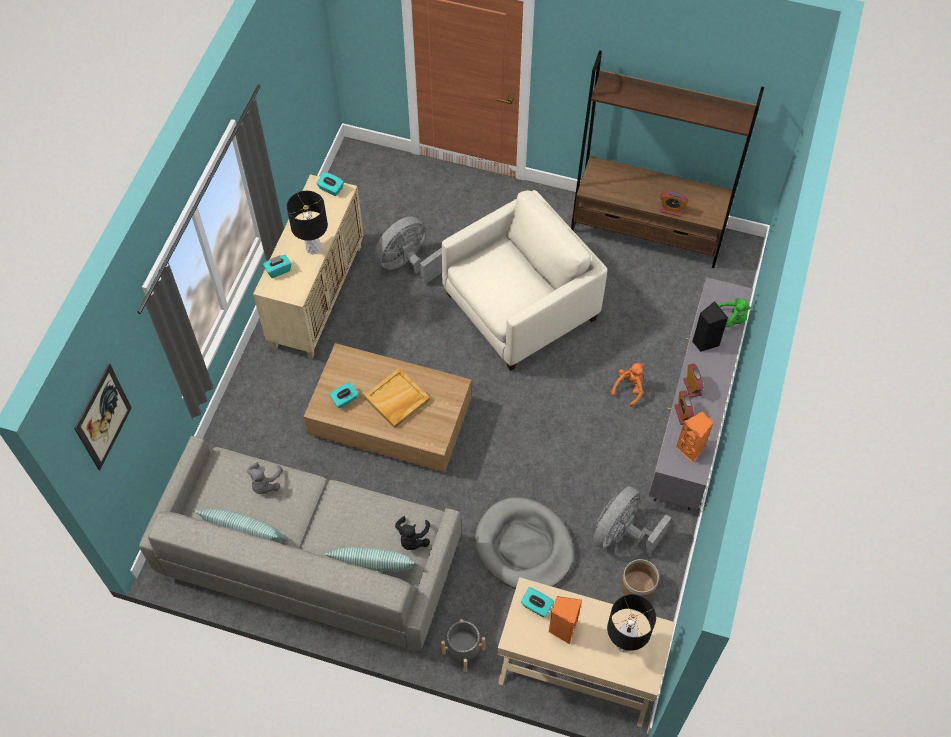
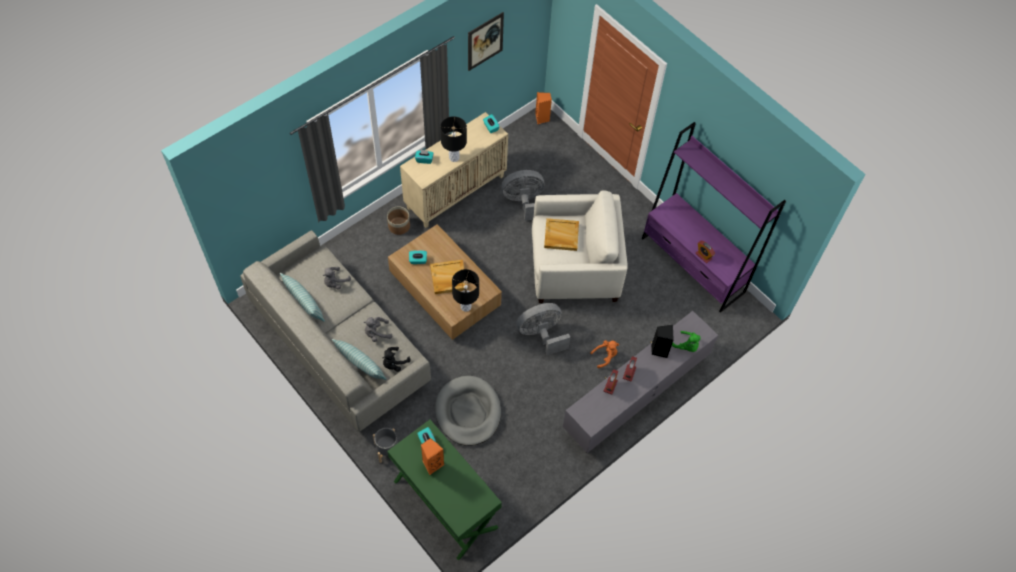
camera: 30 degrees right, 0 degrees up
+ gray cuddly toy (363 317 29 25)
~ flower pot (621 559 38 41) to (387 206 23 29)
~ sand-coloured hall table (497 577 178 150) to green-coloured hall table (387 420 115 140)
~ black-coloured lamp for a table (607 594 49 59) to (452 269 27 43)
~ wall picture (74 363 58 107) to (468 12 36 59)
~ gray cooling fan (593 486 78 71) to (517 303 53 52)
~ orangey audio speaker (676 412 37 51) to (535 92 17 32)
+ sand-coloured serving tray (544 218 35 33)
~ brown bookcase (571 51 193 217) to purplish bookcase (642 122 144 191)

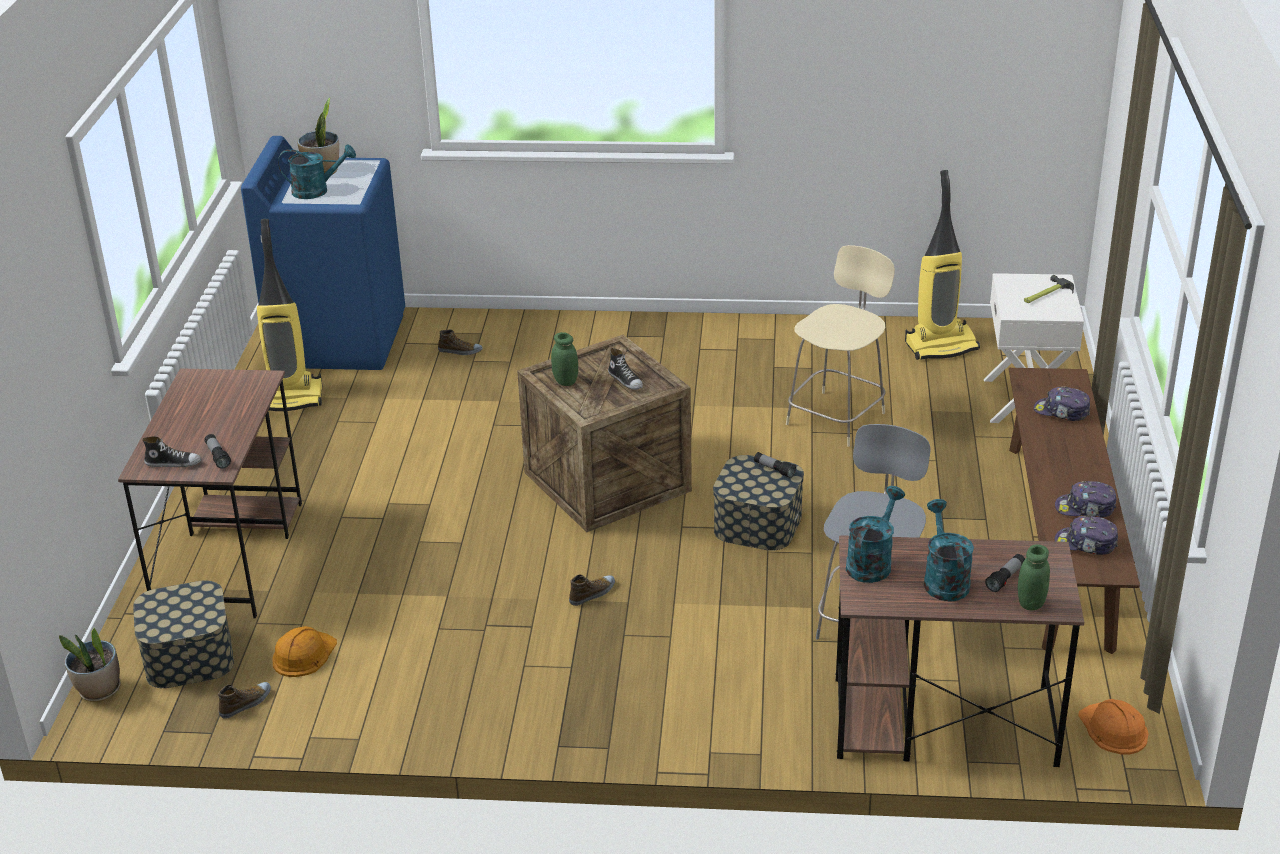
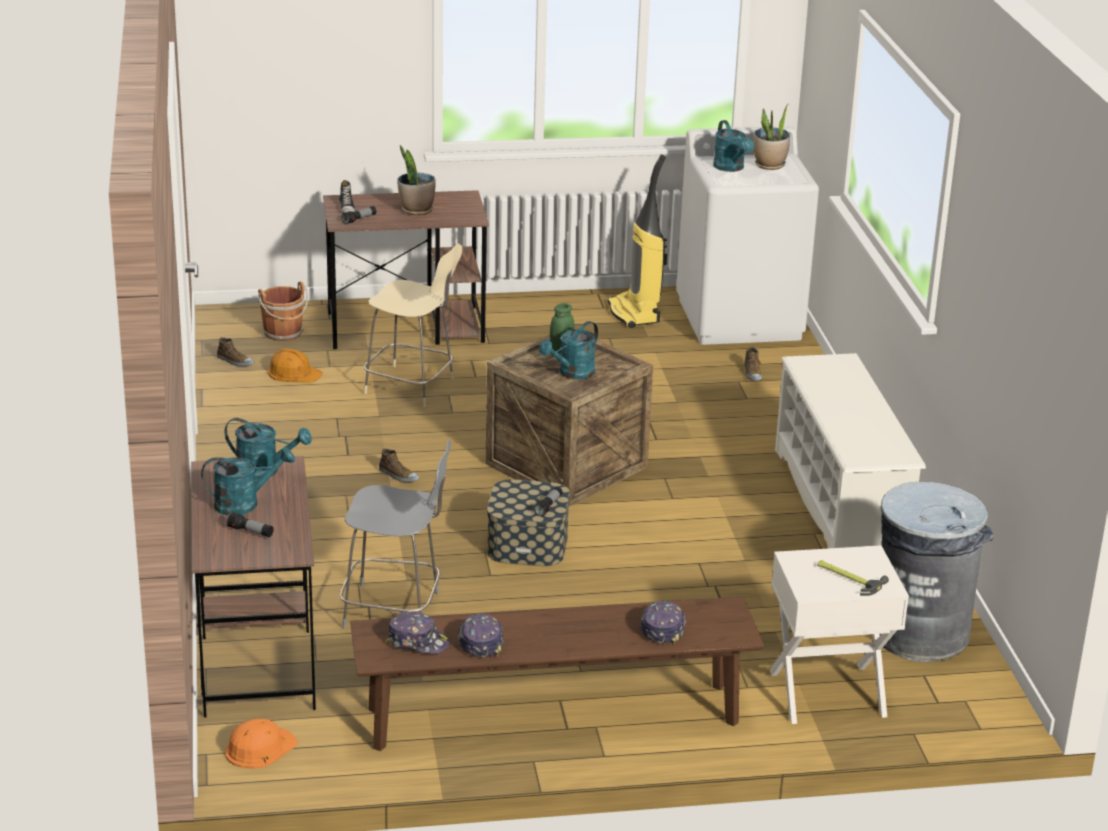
camera: 75 degrees right, 5 degrees down
~ storage box (133 580 101 108) to brown pail (258 281 50 60)
~ sand-coloured upright chair (786 245 109 202) to (364 244 98 163)
~ baseball cap (1055 516 63 39) = (387 612 62 42) 105 degrees clockwise
~ plant in a pot (59 628 62 74) to (397 145 39 70)
~ low shoe (608 348 35 42) to blue-green watering can (539 321 59 58)
~ bluish washing machine (241 136 164 234) to white washing machine (676 126 143 219)
+ white shoe shelf (775 353 151 195)
~ vacuum cleaner (905 170 75 190) to gray rubbish bin (880 482 114 180)
- green-coloured jar (1018 544 32 66)

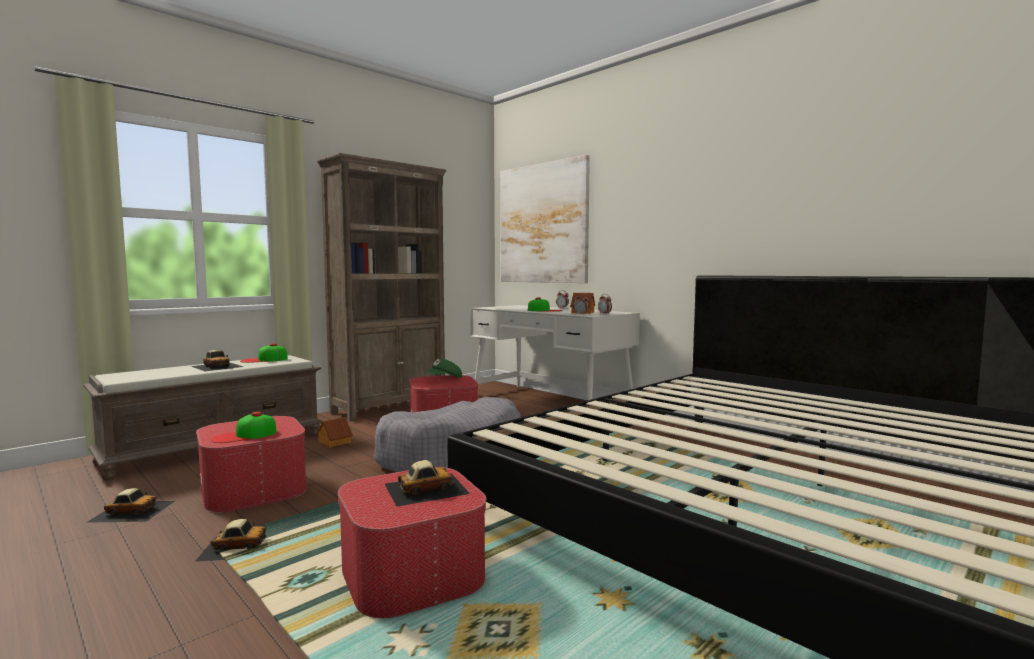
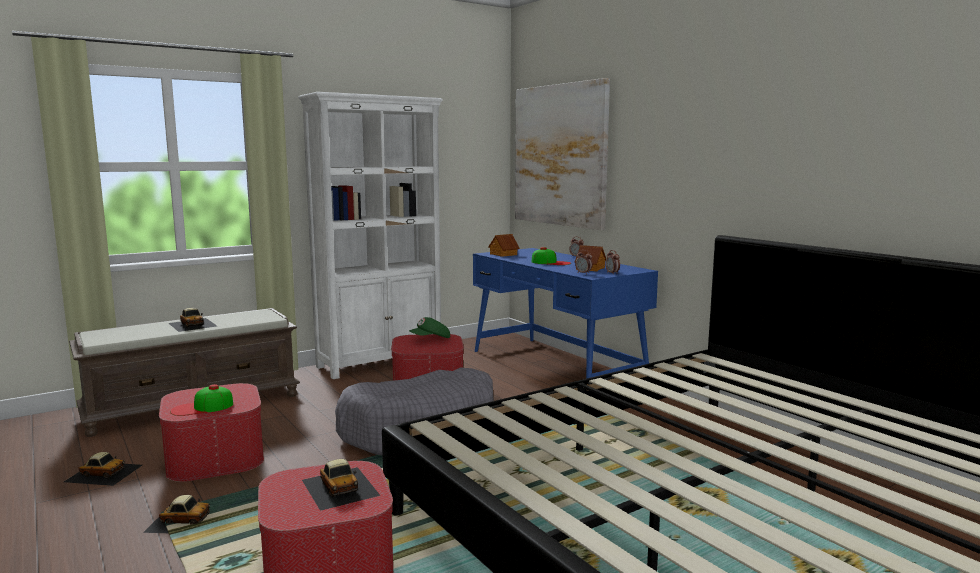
camera: 10 degrees right, 5 degrees up
~ brown bookcase (317 153 130 268) to white bookcase (298 92 145 287)
~ model car (385 460 85 47) = (302 459 79 52) 75 degrees clockwise
~ white desk table (471 305 169 95) to bluish desk table (473 248 185 131)
~ toy house (317 417 36 31) to (488 234 32 23)
- baseball cap (240 343 48 20)

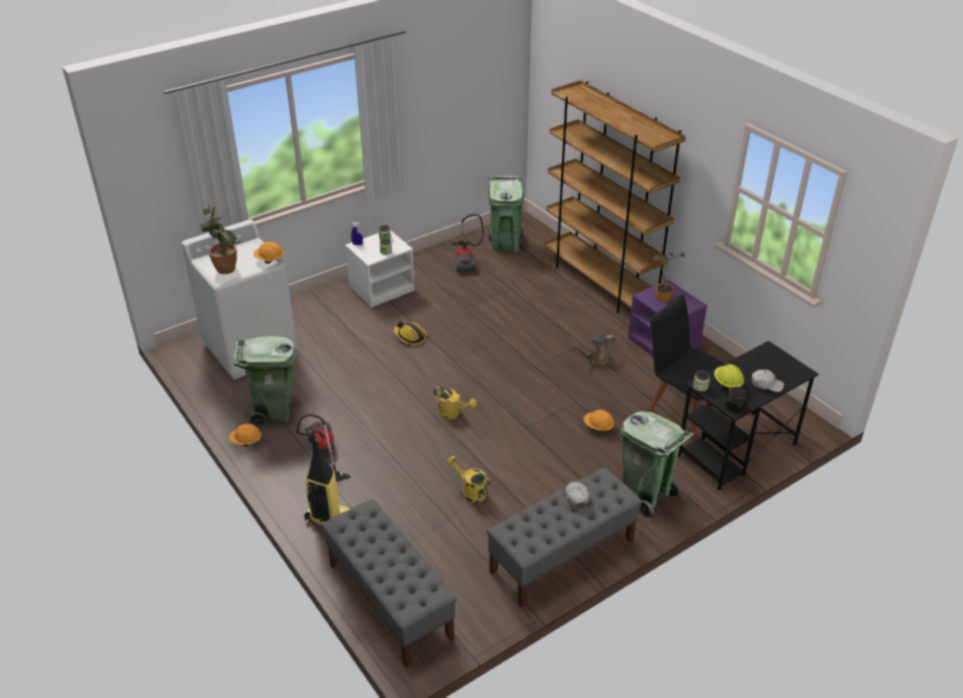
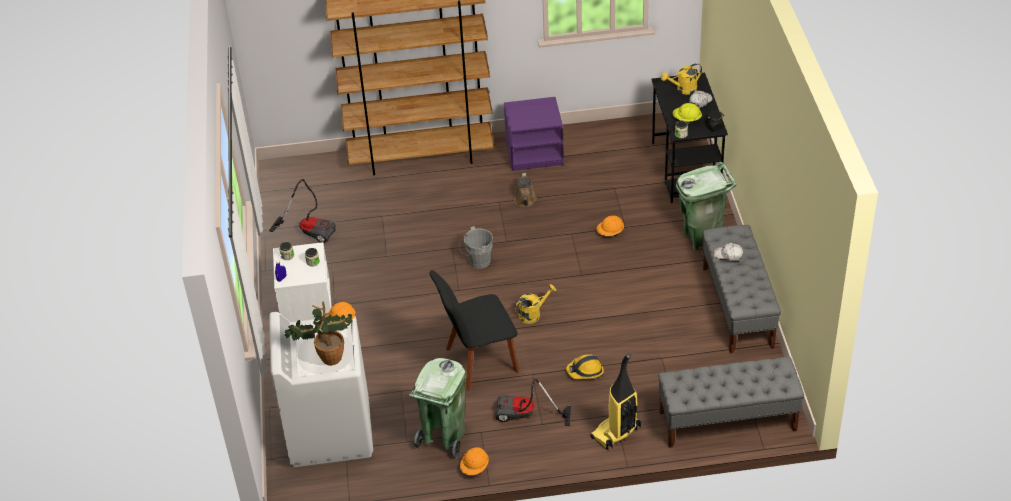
camera: 60 degrees left, 5 degrees up
~ black-coloured upright chair (647 295 77 146) to (430 270 89 120)
+ gray pail (459 226 34 43)
~ hard hat (394 321 32 24) to (566 354 38 25)
~ yellowish watering can (447 456 44 47) to (661 63 41 32)
- green-coloured rubbish bin (489 176 34 76)
- plant in a pot (652 252 33 50)

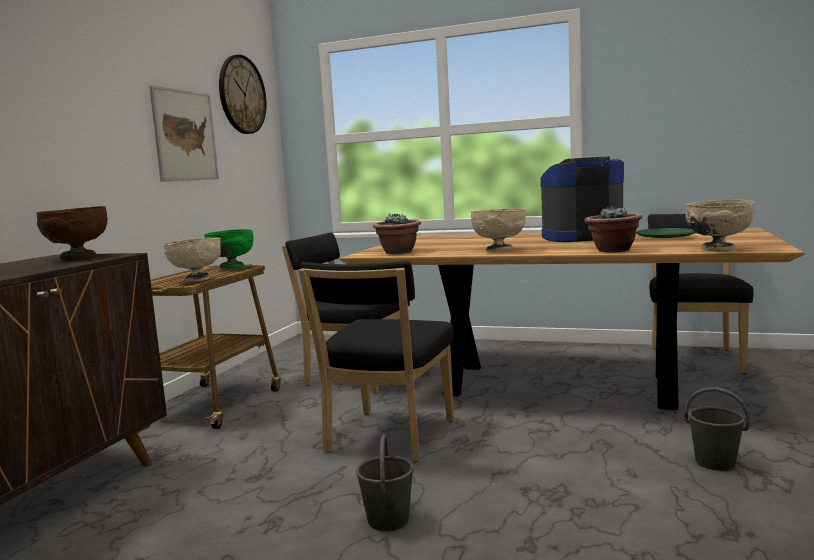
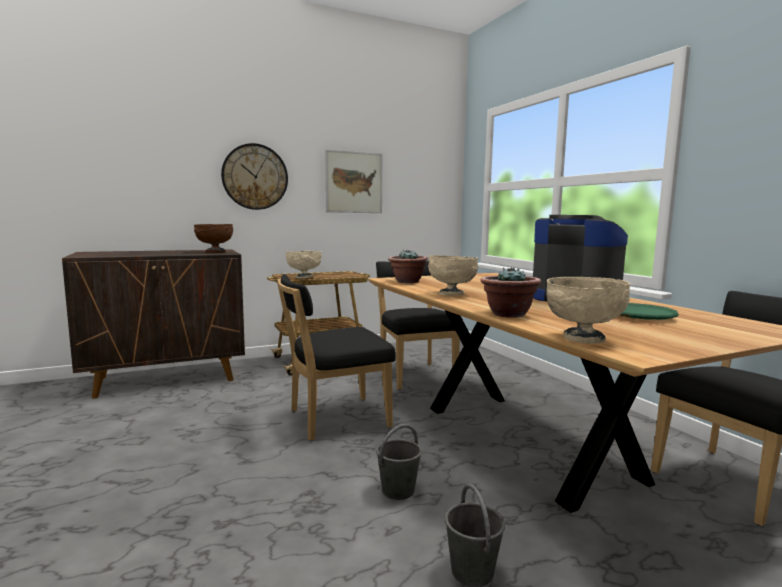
camera: 45 degrees right, 0 degrees up
~ wall clock (219 55 48 79) to (221 143 67 67)
~ gray pail (356 434 58 97) to (376 424 46 76)
- green-coloured bowl (204 229 49 40)

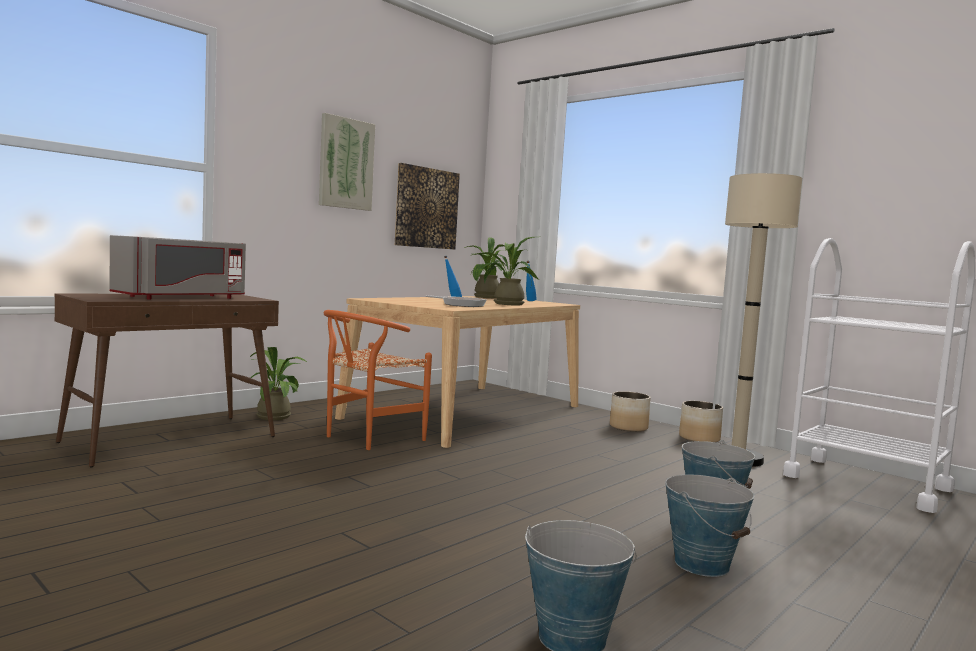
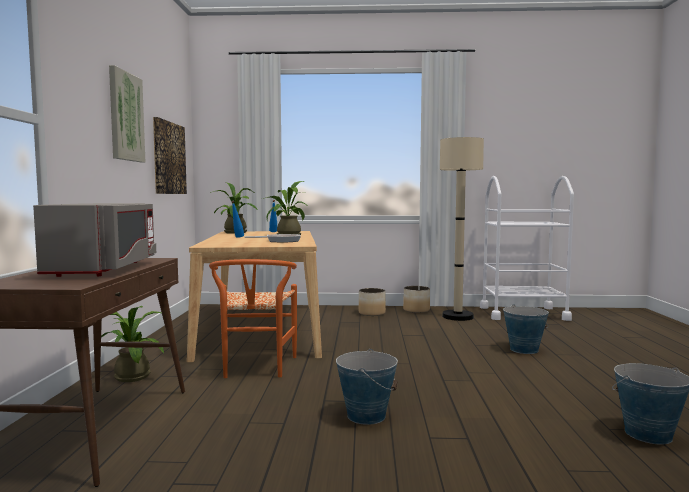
camera: 40 degrees left, 0 degrees up
~ pail (665 475 89 102) to (336 349 62 76)

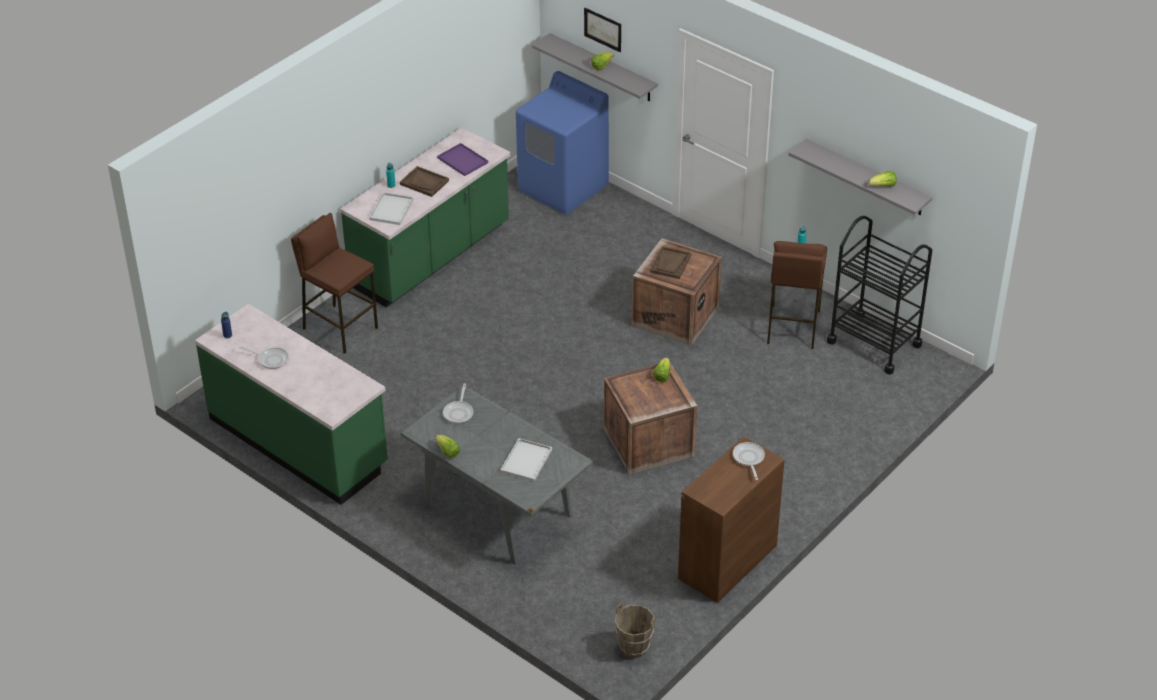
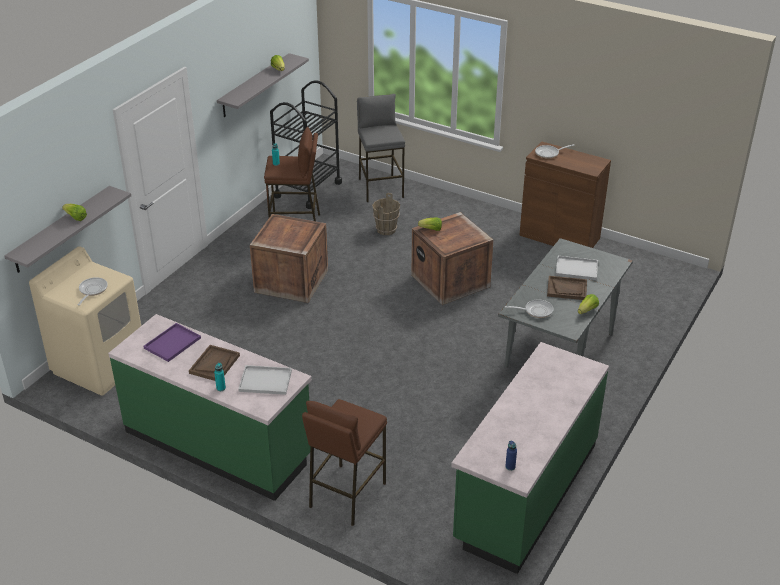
camera: 100 degrees left, 5 degrees down
~ bluish washing machine (516 71 93 144) to sand-coloured washing machine (29 246 112 149)
~ skillet (239 346 50 23) to (78 277 30 28)
+ gray sitting stool (357 94 48 108)
~ brown pail (615 603 40 55) to (372 193 28 42)
~ brown serving tray (650 246 42 33) to (547 276 40 24)
- wall picture (584 8 37 44)

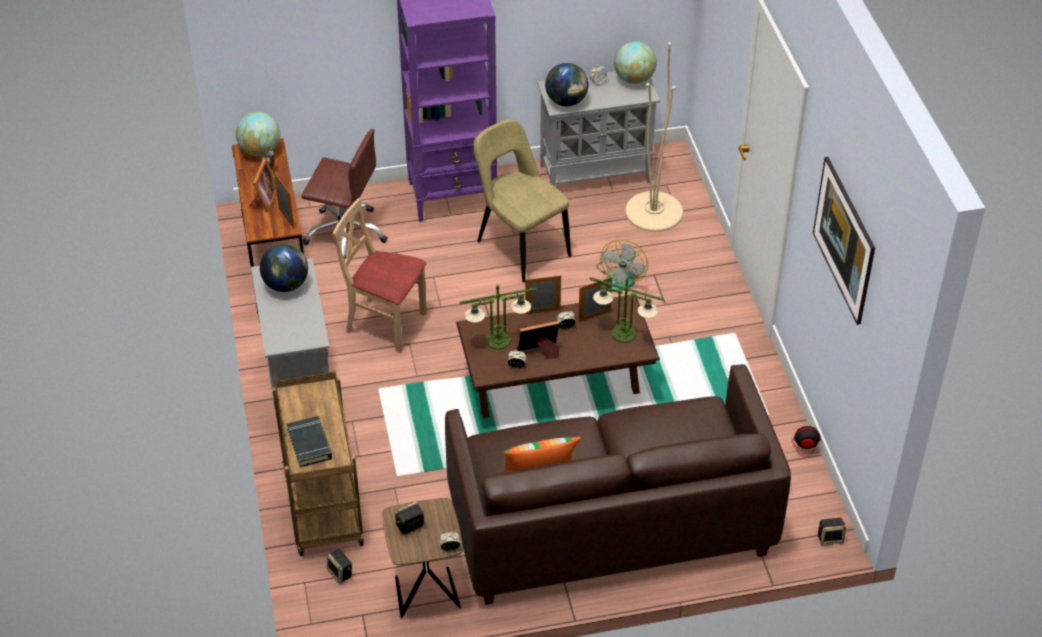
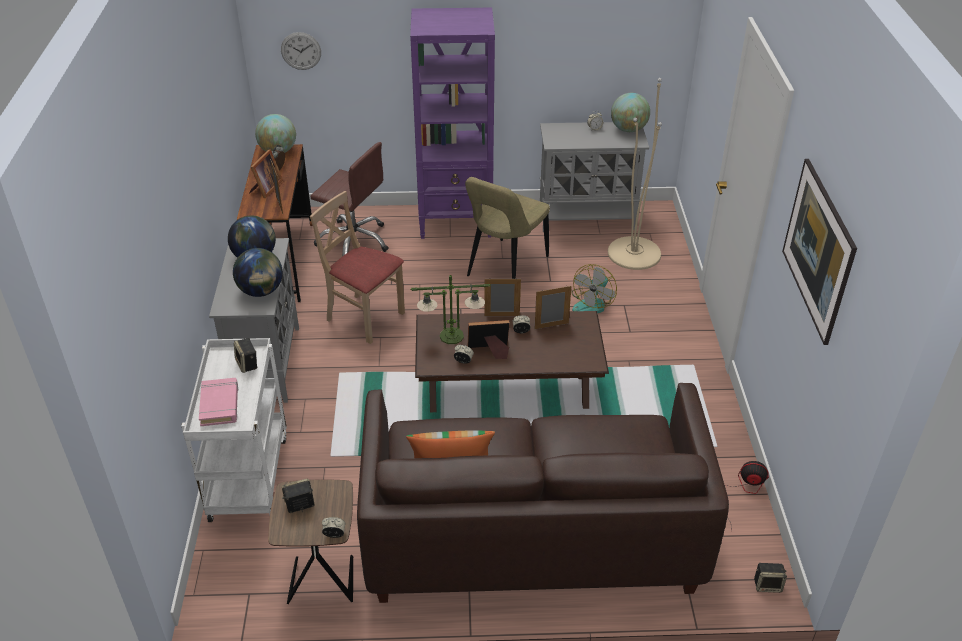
camera: 10 degrees right, 5 degrees down
~ brown trolley (272 372 92 184) to white trolley (181 338 106 184)
~ black-coloured bound book (287 416 45 51) to pink bound book (199 378 39 48)
~ desk globe (545 63 43 43) to (233 248 50 49)
~ audio speaker (327 549 25 35) to (234 338 23 35)
+ wall clock (281 32 40 38)
~ sand-coloured upright chair (473 119 98 164) = (465 177 85 102) 120 degrees counterclockwise
- lamp for a table (589 277 75 66)

